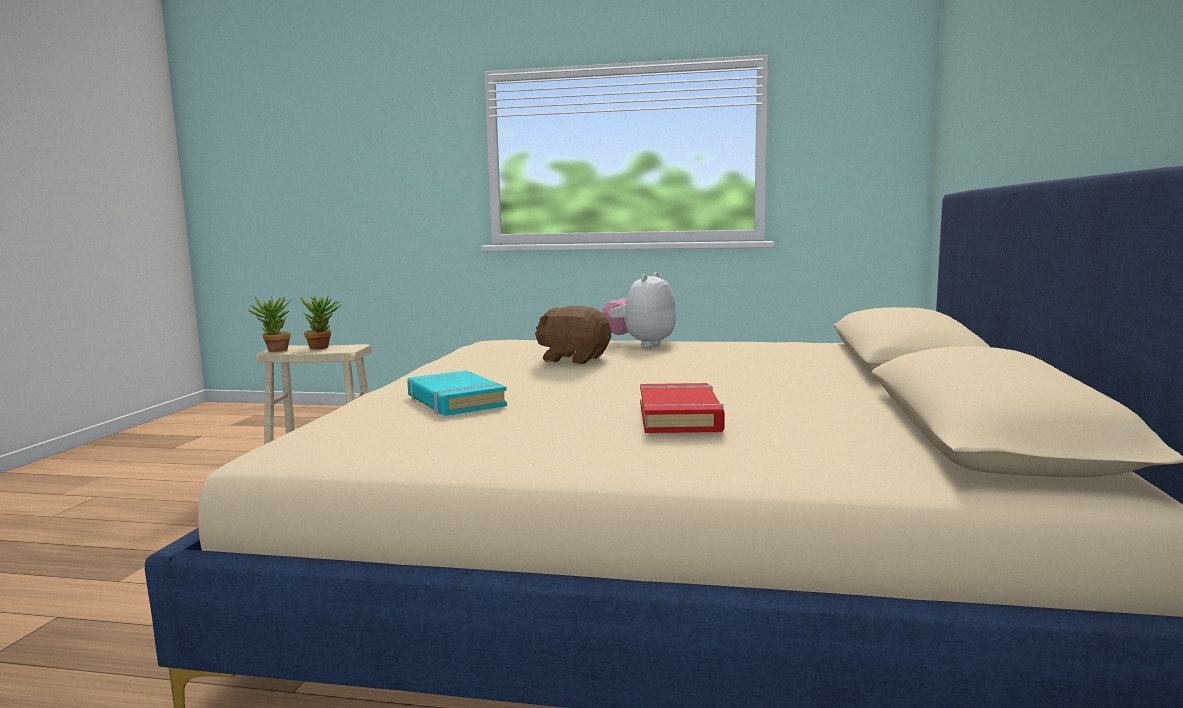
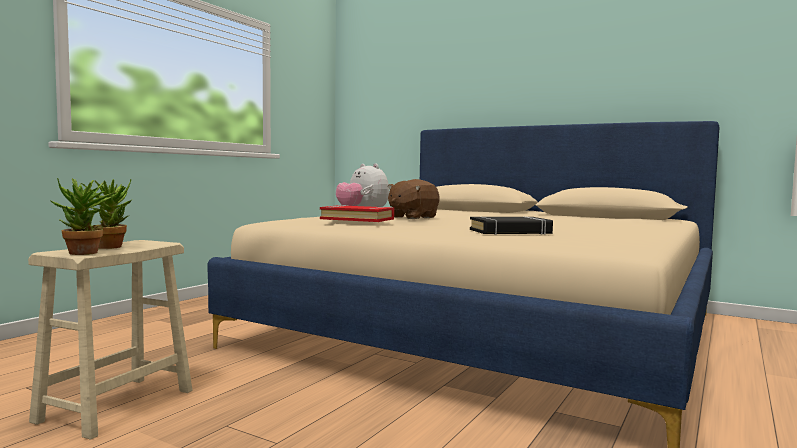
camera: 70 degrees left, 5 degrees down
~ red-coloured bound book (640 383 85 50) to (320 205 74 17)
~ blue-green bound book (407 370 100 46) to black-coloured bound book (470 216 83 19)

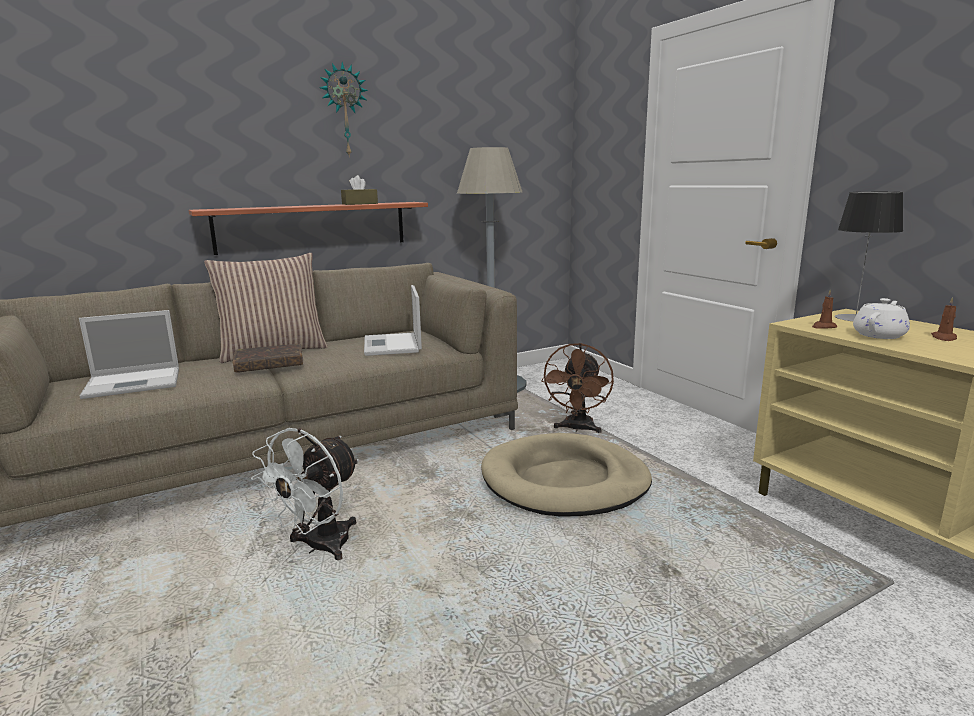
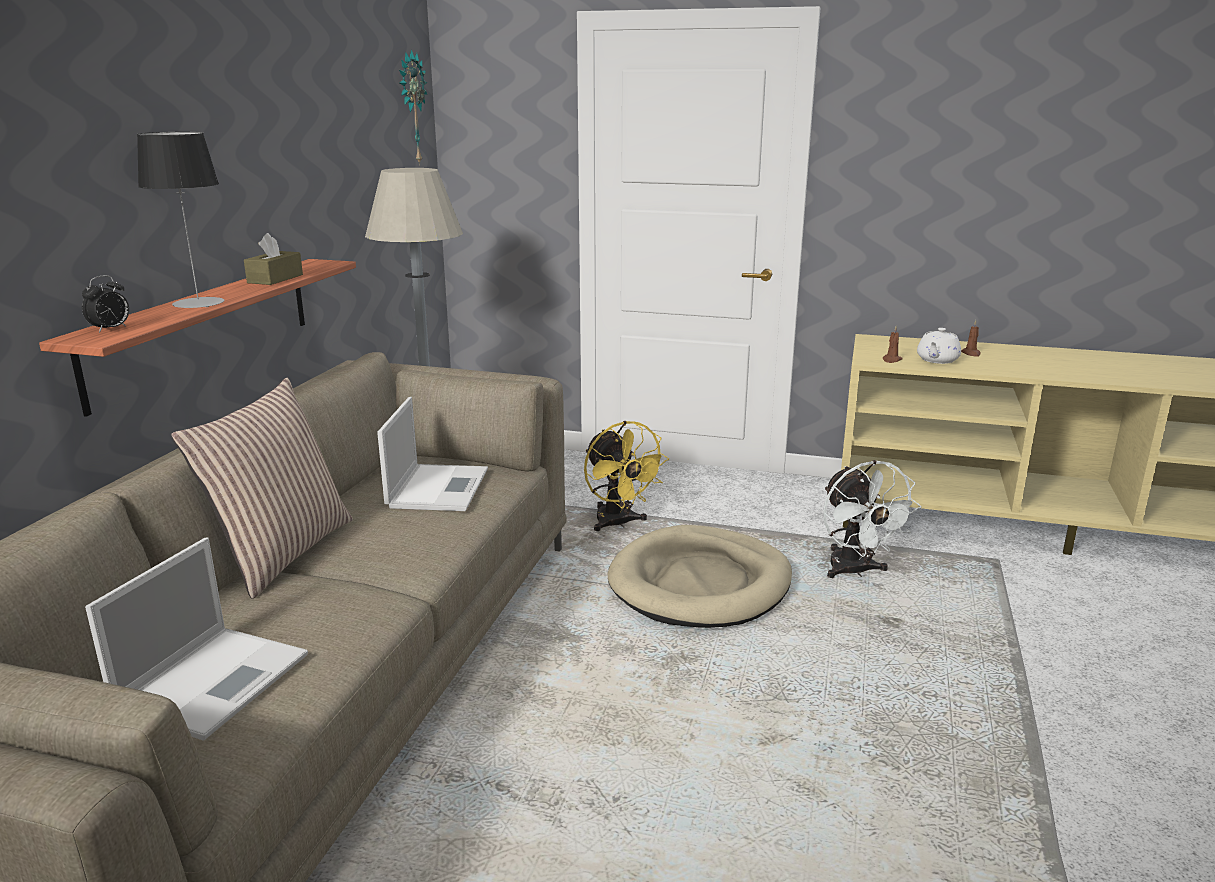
camera: 45 degrees left, 5 degrees up
+ table clock (82 275 47 58)
~ lamp for a table (835 192 68 129) to (137 132 87 176)
~ notebook computer (364 285 58 71) = (377 397 111 114) 120 degrees counterclockwise
~ wall clock (319 62 49 93) to (399 49 28 116)
~ brown cooling fan (541 343 73 90) to yellowish cooling fan (584 421 85 110)
~ white cooling fan (251 428 108 132) to (823 460 99 118)
~ white teapot (853 298 57 41) = (917 328 44 36) 150 degrees counterclockwise
- brown bound book (233 344 70 28)

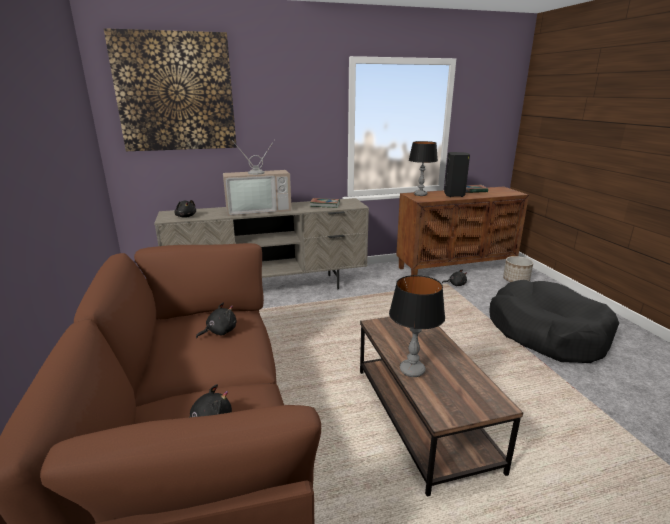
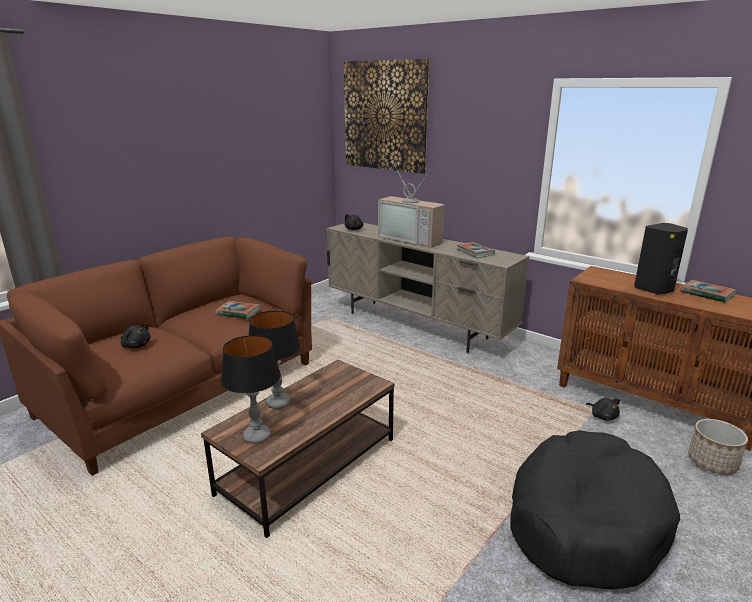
camera: 55 degrees right, 0 degrees up
~ black-coloured cuddly toy (196 303 40 35) to bound book (215 301 45 18)
~ lamp for a table (409 141 29 55) to (221 335 60 109)

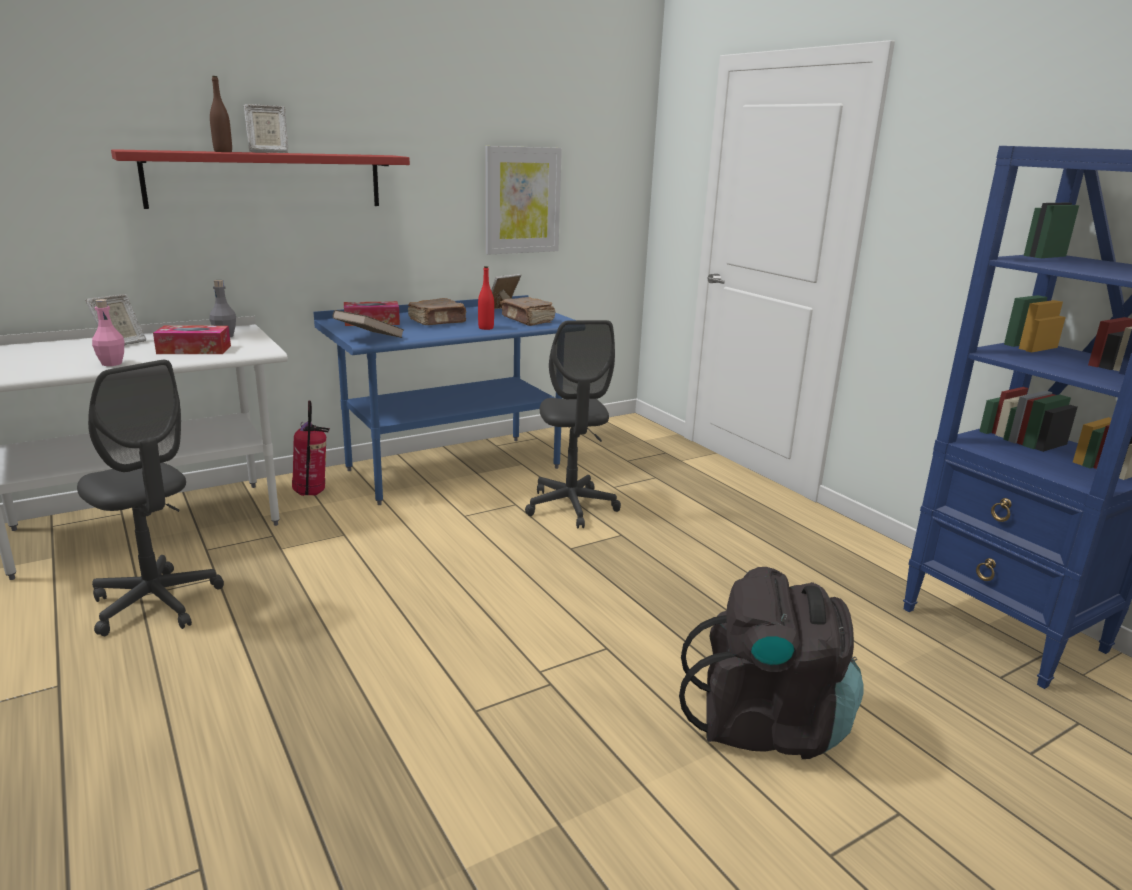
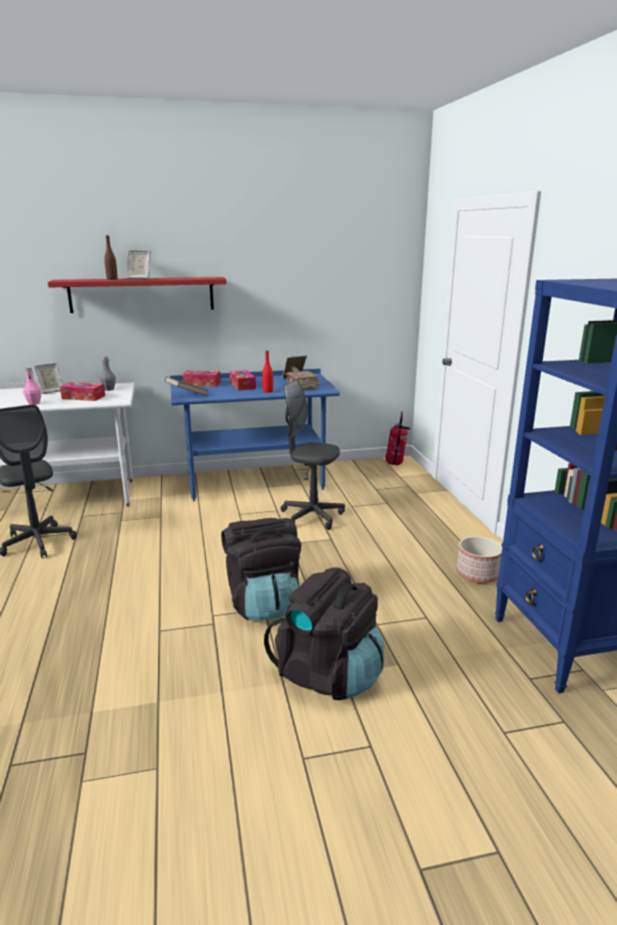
camera: 20 degrees right, 0 degrees up
+ black-coloured rucksack (221 518 80 102)
~ brown bound book (408 298 58 27) to tissue holder (230 370 26 21)
~ gray desk chair (525 320 96 209) = (281 380 64 150) 105 degrees clockwise
~ fire-fighting cylinder (292 400 38 96) to (385 411 25 54)
+ flower pot (457 536 45 48)
- wall picture (485 146 77 109)

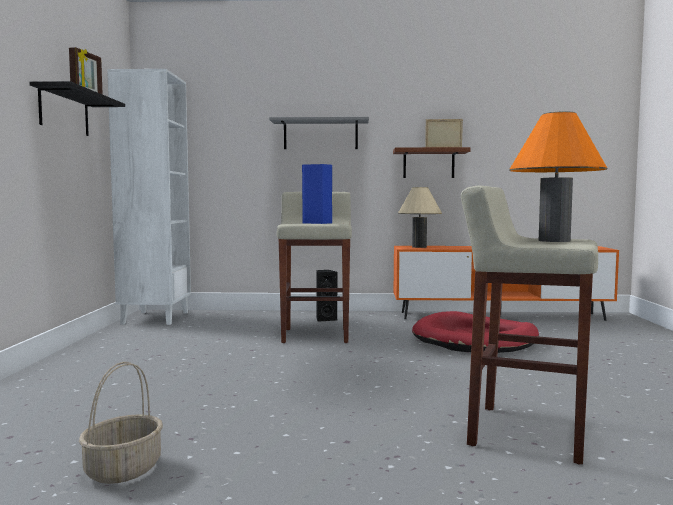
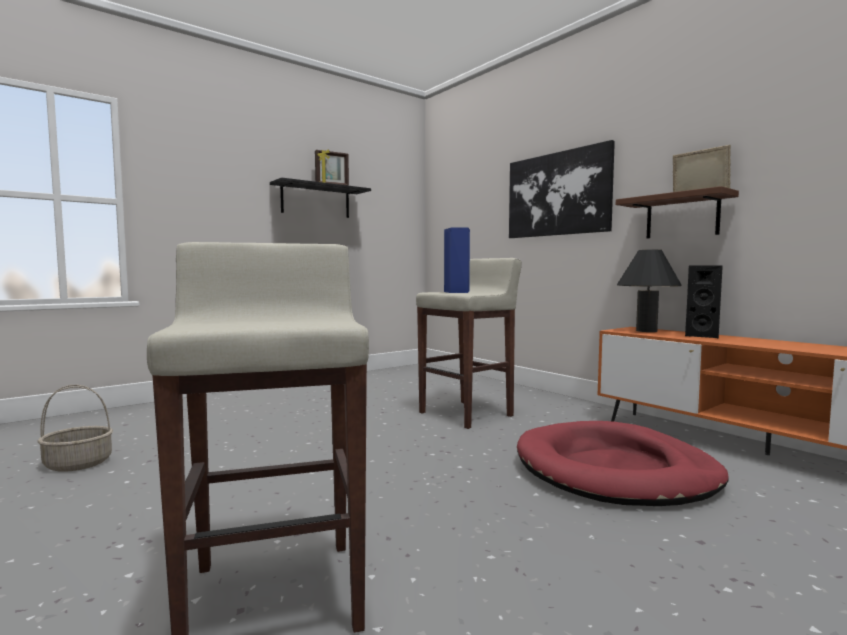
camera: 50 degrees right, 0 degrees up
~ gray bracket shelf (269 117 100 32) to wall picture (509 140 106 98)
~ sand-coloured lamp for a table (398 187 44 61) to black-coloured lamp for a table (617 249 65 83)
~ black-coloured audio speaker (316 270 22 52) to (685 265 38 73)
- white bookcase (107 69 84 256)
- orangey lamp for a table (509 111 98 131)

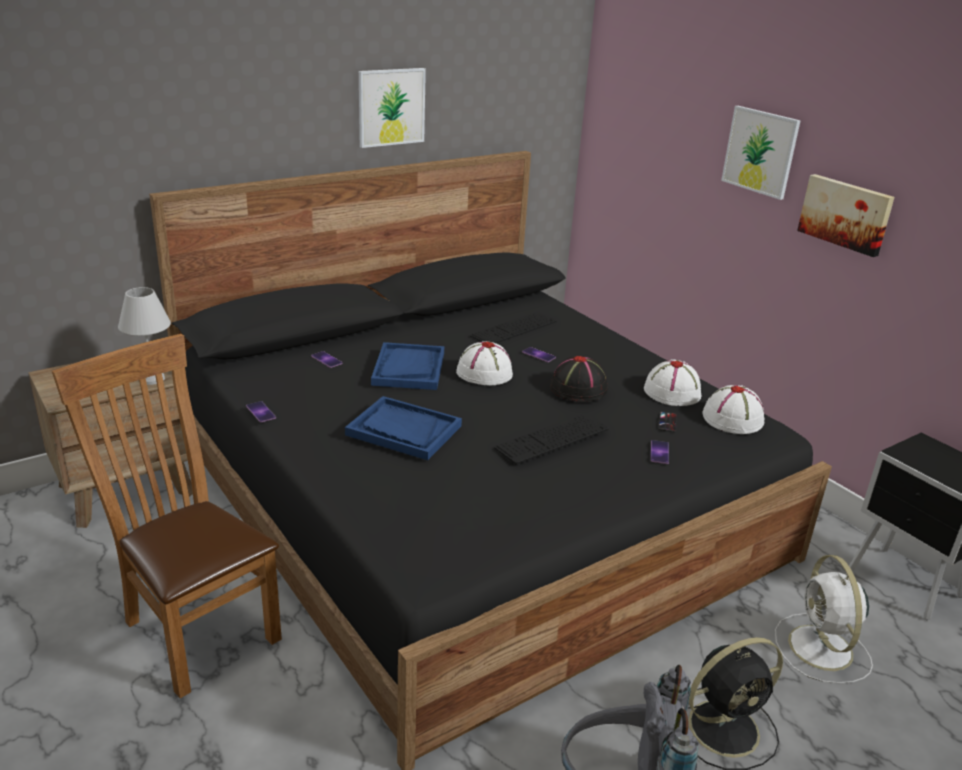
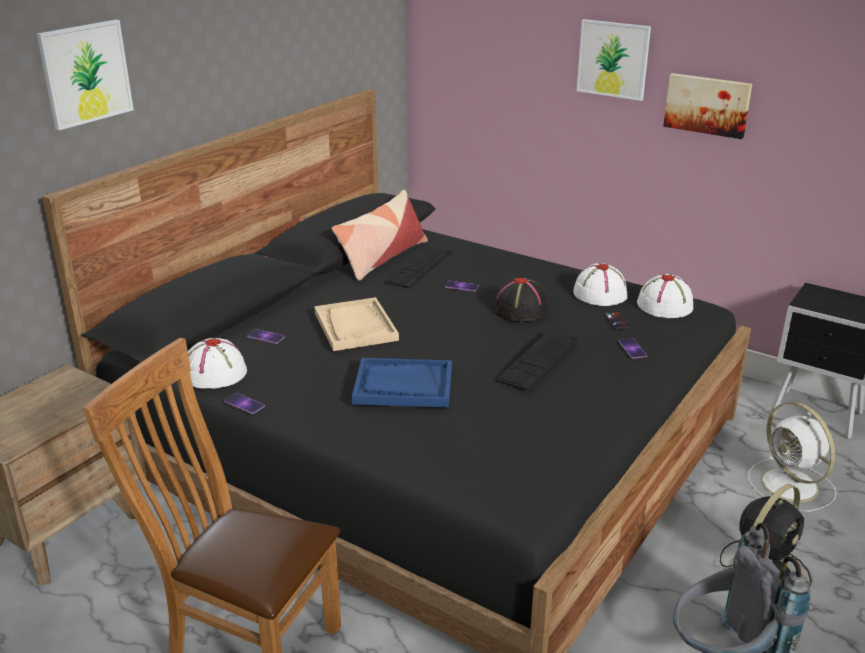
camera: 20 degrees left, 0 degrees up
~ wall picture (359 68 67 80) to (37 20 97 110)
~ white clothing hat (456 341 57 44) to (188 338 59 51)
~ bluish serving tray (371 342 73 48) to sand-coloured serving tray (314 297 85 54)
+ throw pillow (332 190 96 90)
- white lamp for a table (118 287 53 98)

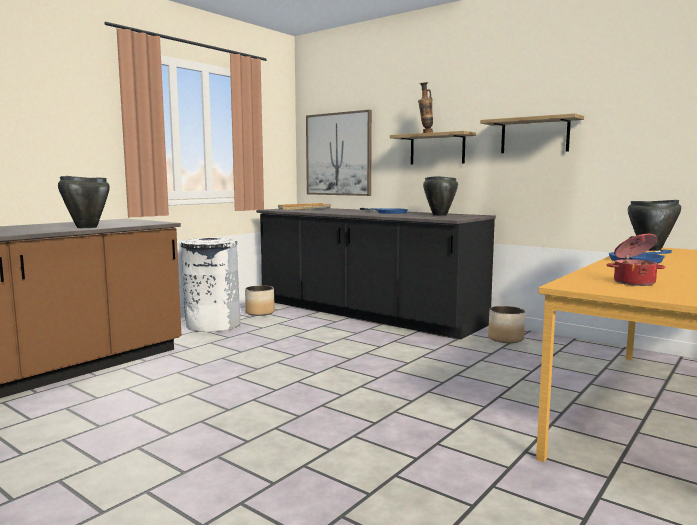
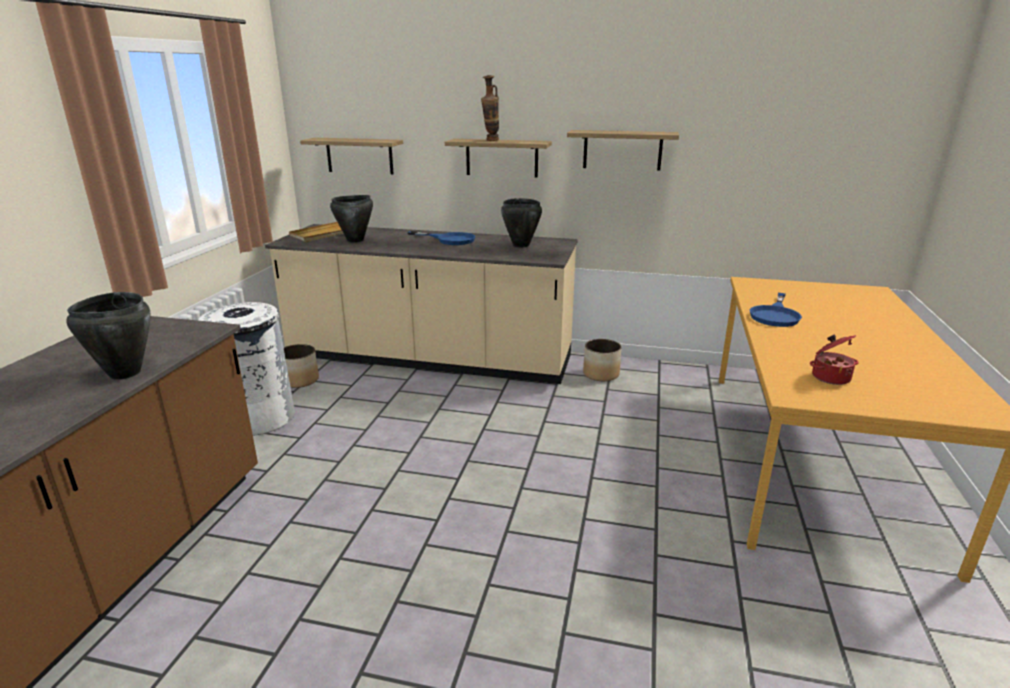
camera: 25 degrees left, 15 degrees up
~ black-coloured counter (256 208 240 131) to sand-coloured counter (265 224 313 160)
~ wall picture (306 110 66 86) to bracket shelf (300 138 103 36)
~ black-coloured saucepot (628 200 53 51) to (330 195 43 47)

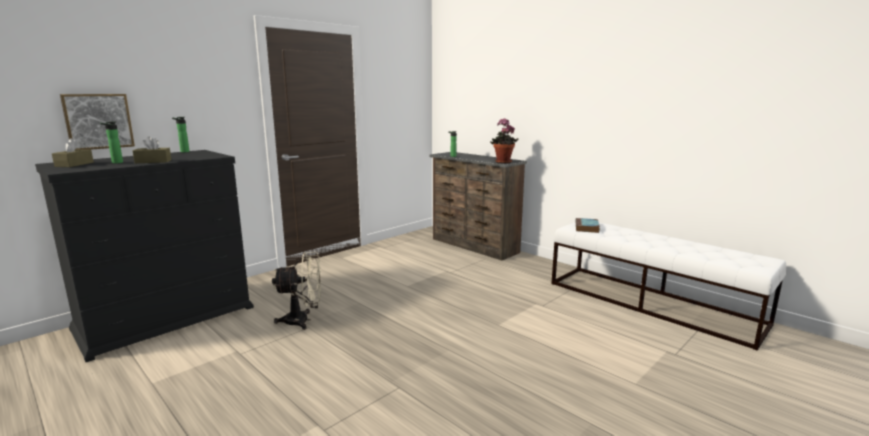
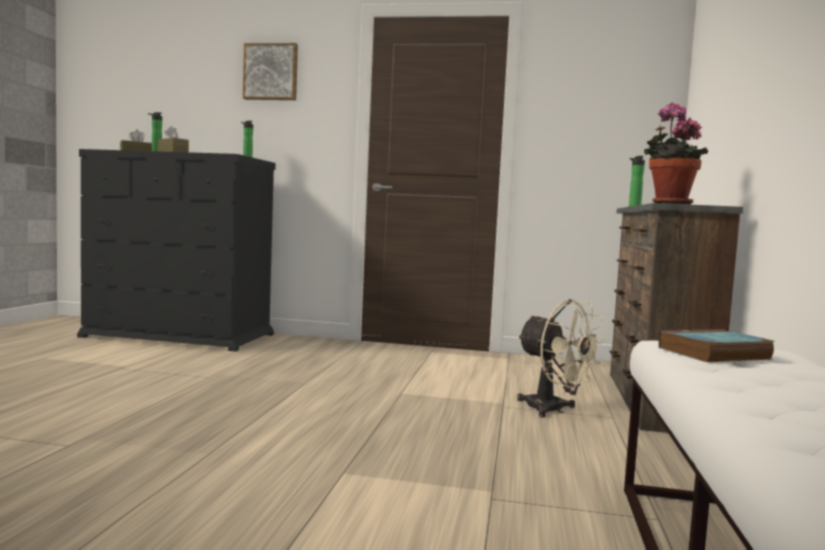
camera: 55 degrees right, 10 degrees down
~ wall picture (60 94 75 56) to (243 43 55 57)
~ sand-coloured cooling fan (272 252 49 78) to (517 299 88 119)

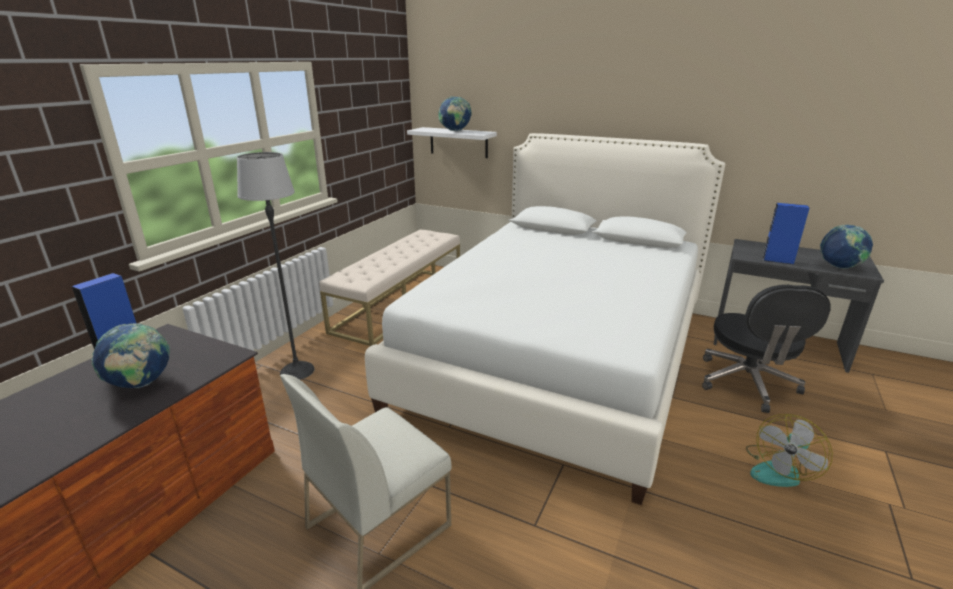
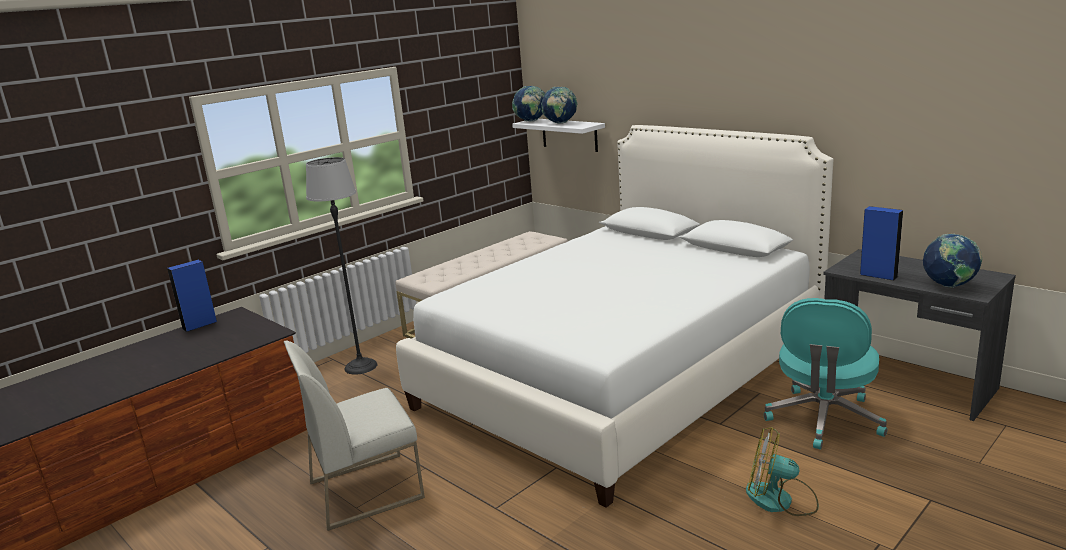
camera: 20 degrees right, 5 degrees down
~ desk globe (92 323 78 65) to (512 86 33 36)
~ cooling fan (746 414 87 73) = (746 427 73 89) 45 degrees clockwise
~ black-coloured desk chair (702 285 129 128) to blue-green desk chair (764 298 123 152)

